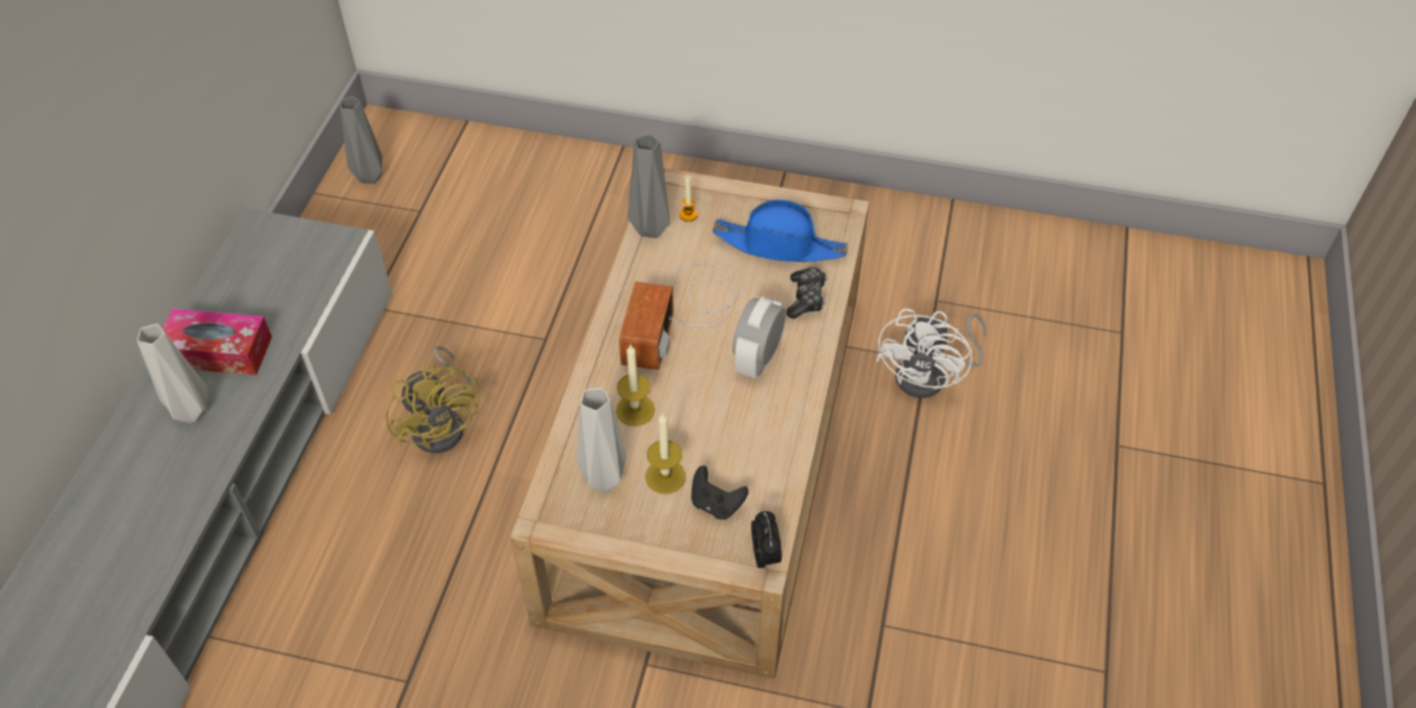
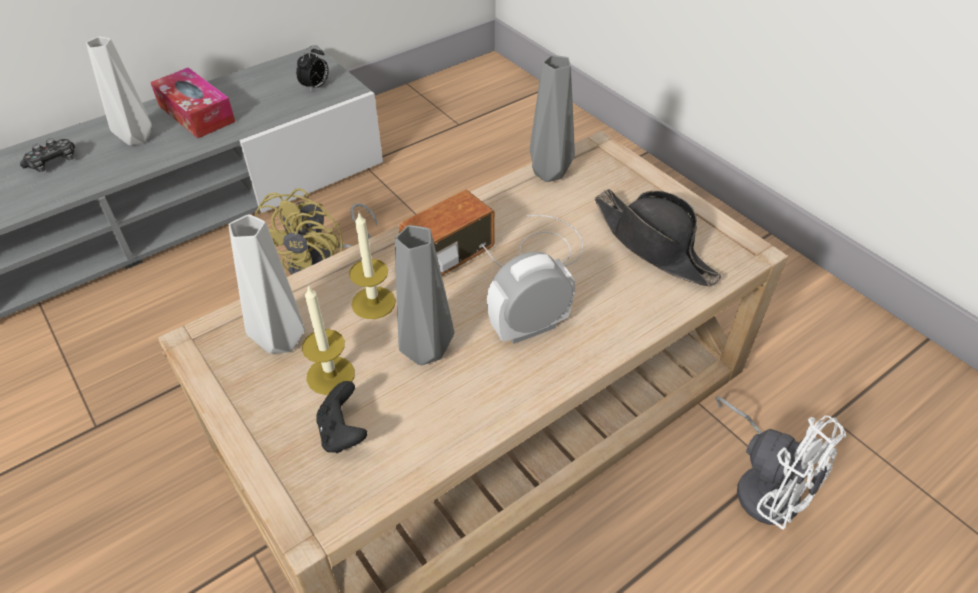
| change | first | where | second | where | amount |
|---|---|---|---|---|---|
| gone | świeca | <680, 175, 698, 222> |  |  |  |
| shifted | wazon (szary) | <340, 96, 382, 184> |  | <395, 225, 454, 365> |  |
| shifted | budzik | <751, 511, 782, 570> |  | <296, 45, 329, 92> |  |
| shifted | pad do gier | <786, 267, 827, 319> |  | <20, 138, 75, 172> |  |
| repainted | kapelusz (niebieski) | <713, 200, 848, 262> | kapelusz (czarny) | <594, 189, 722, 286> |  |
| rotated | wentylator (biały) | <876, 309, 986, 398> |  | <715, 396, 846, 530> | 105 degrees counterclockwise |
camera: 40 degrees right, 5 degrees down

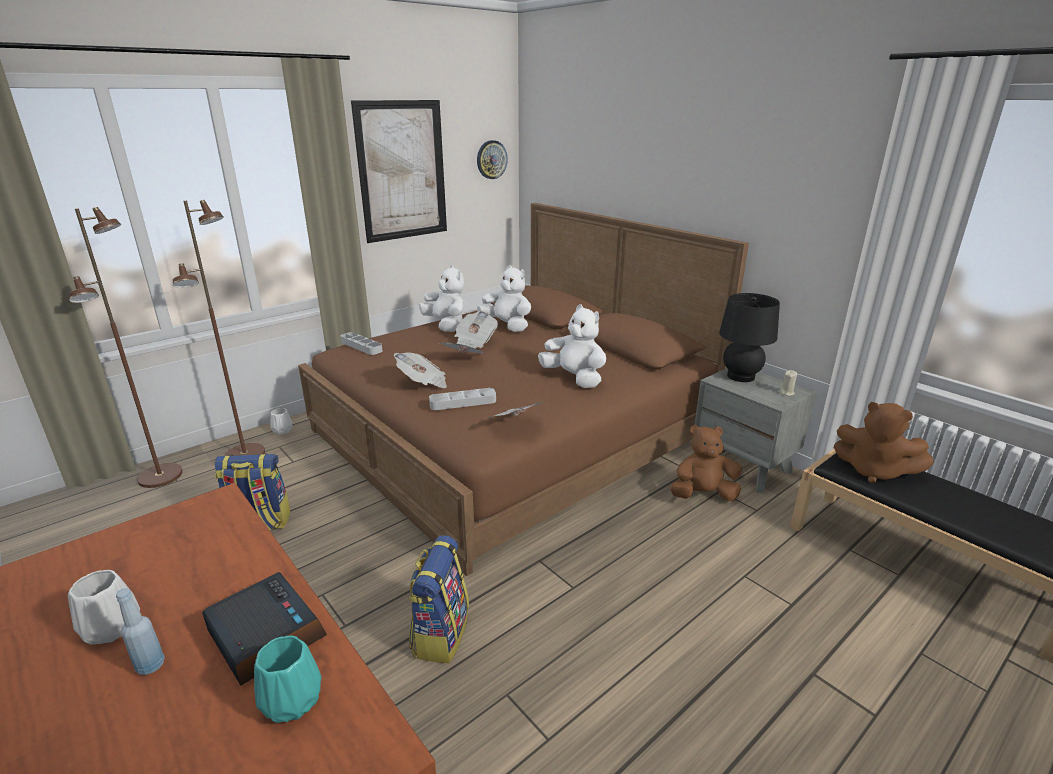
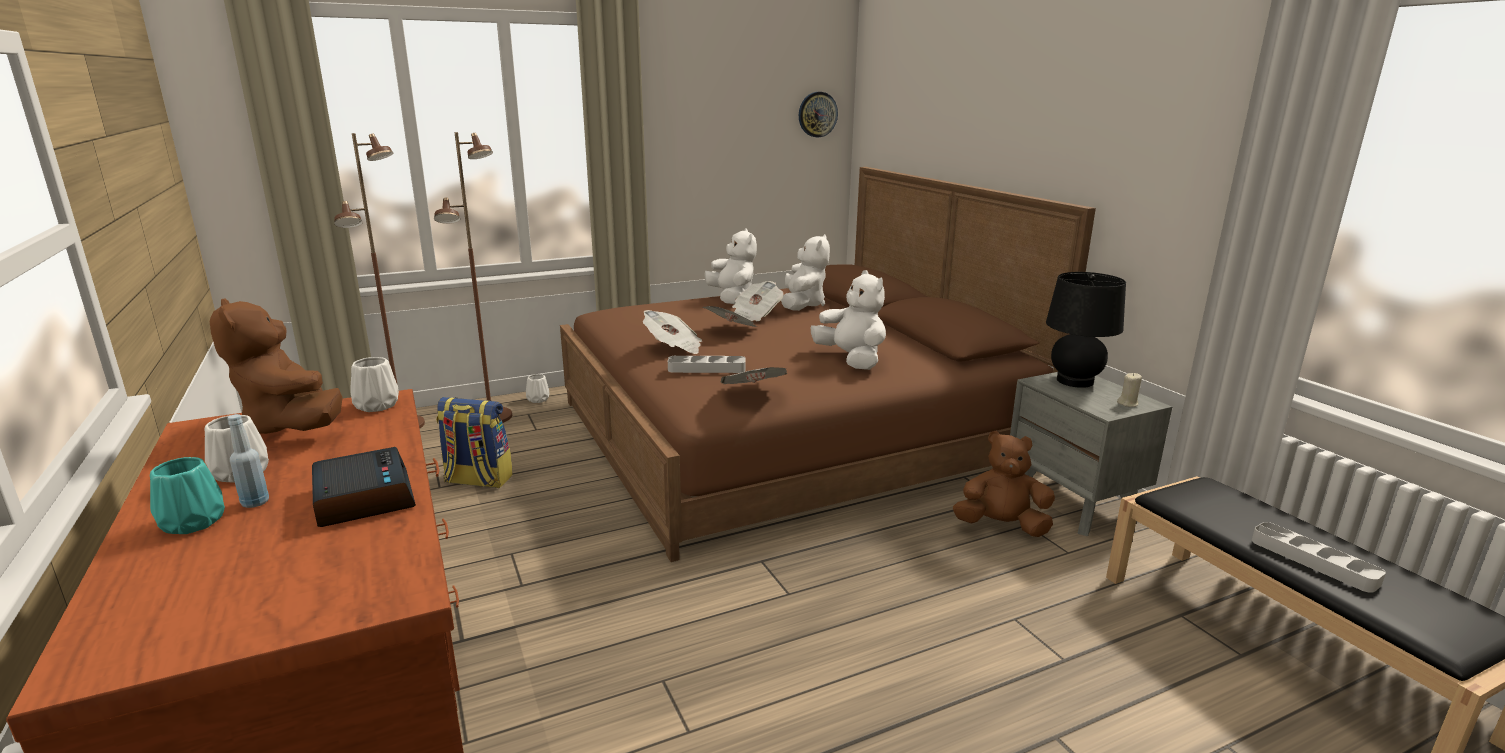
| change | first | where | second | where | amount |
|---|---|---|---|---|---|
| gone | obraz | <351, 100, 447, 243> |  |  |  |
| gone | plecak | <408, 535, 469, 663> |  |  |  |
| new |  |  | wazon (biały) | <350, 357, 399, 412> |  |
| shifted | wazon (turkusowy) | <254, 636, 321, 723> |  | <150, 457, 225, 534> |  |
| shifted | taca (szary) | <341, 332, 382, 355> |  | <1252, 522, 1386, 593> |  |
| shifted | pluszak (brązowy) | <834, 402, 934, 483> |  | <209, 298, 343, 434> |  |
| rotated | pluszak (biały) | <477, 265, 531, 332> |  | <781, 234, 830, 311> | 45 degrees clockwise |
camera: 15 degrees right, 5 degrees down

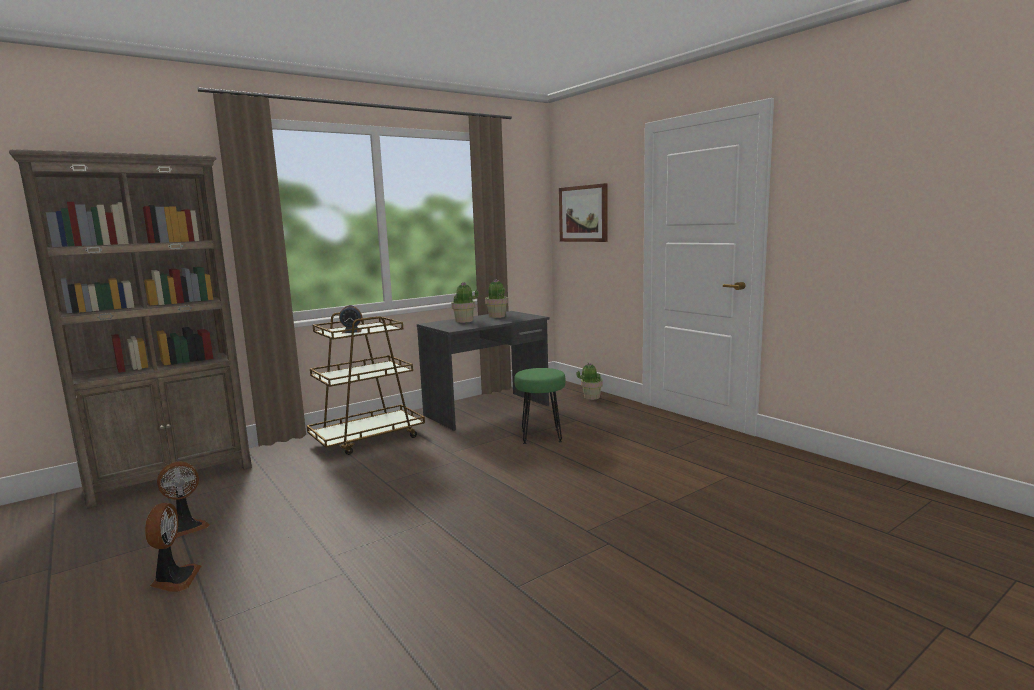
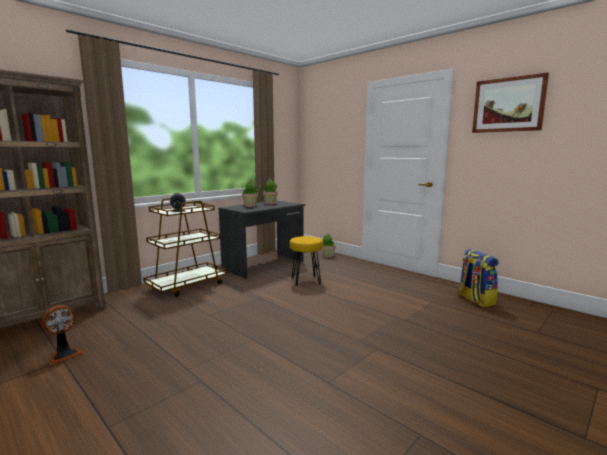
| change | first | where | second | where | amount |
|---|---|---|---|---|---|
| gone | wentylator | <145, 503, 201, 592> |  |  |  |
| new |  |  | plecak | <458, 249, 499, 307> |  |
| shifted | obraz | <559, 183, 608, 242> |  | <472, 73, 549, 133> |  |
| repainted | stołek (zielony) | <514, 368, 565, 444> | stołek (żółty) | <289, 236, 323, 286> |  |
camera: 10 degrees left, 0 degrees up

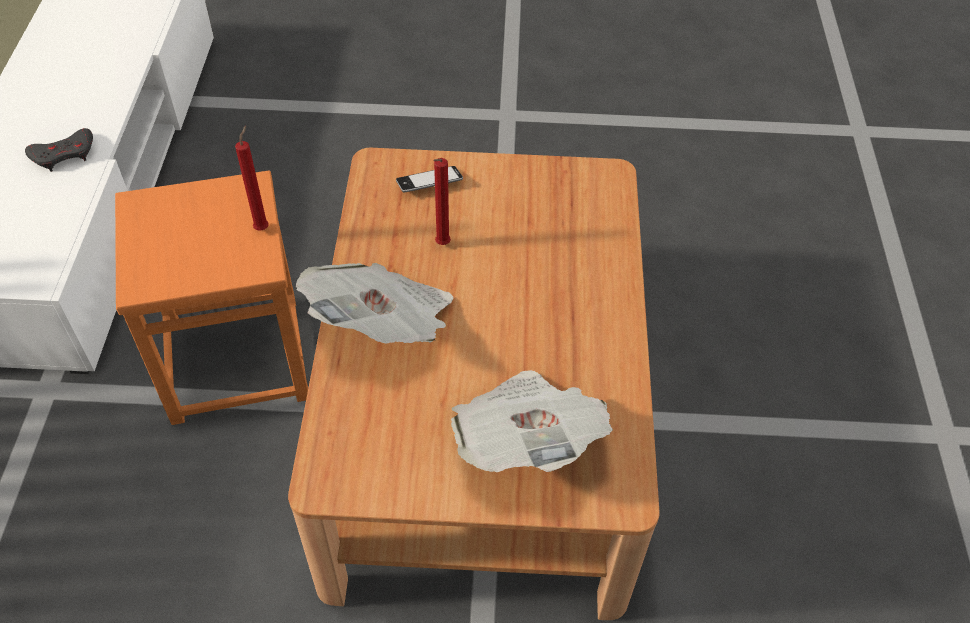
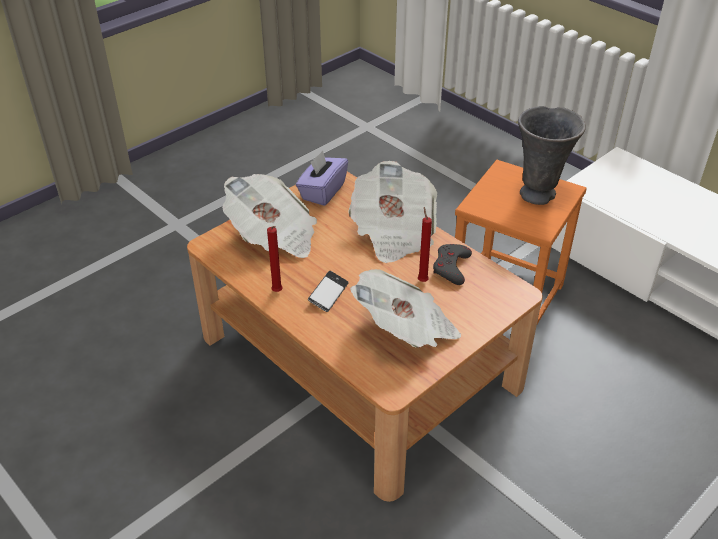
| change | first | where | second | where | amount |
|---|---|---|---|---|---|
| new |  |  | pudełko chusteczek (fioletowy) | <296, 150, 348, 206> |  |
| new |  |  | gazeta | <350, 269, 461, 348> |  |
| new |  |  | wazon (szary) | <518, 106, 586, 205> |  |
| shifted | pad do gier (szary) | <25, 128, 93, 172> |  | <433, 244, 472, 285> |  |
| shifted | świeca (czerwony) | <235, 126, 269, 231> |  | <267, 226, 283, 292> |  |
| shifted | telefon | <396, 166, 463, 192> |  | <308, 271, 348, 312> |  |
camera: 135 degrees right, 10 degrees down

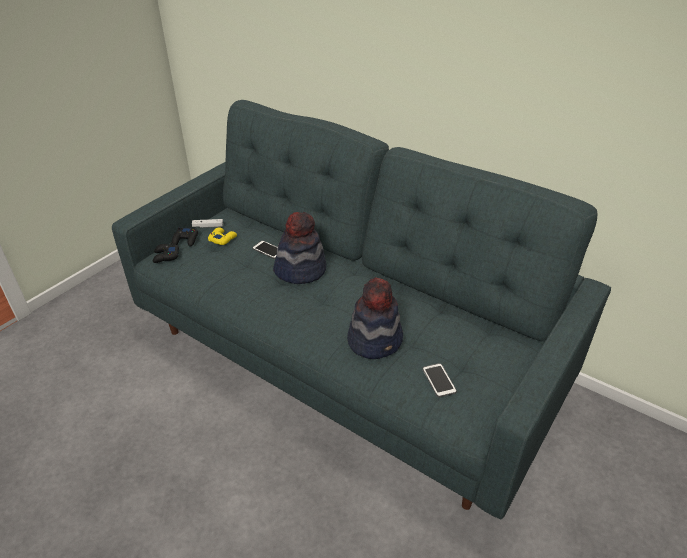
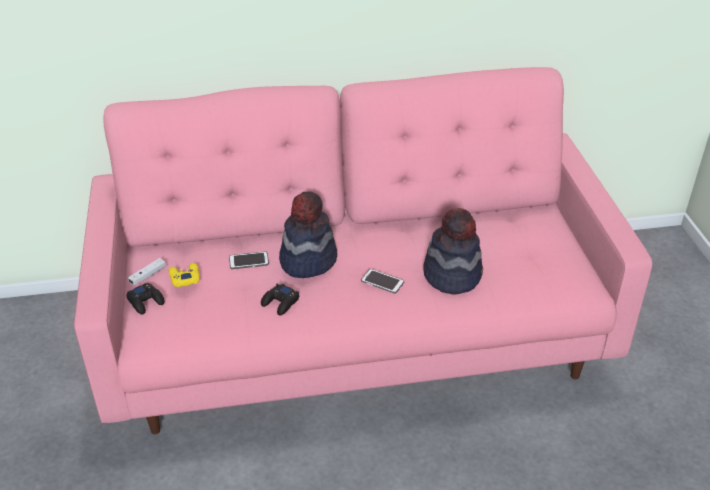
| change | first | where | second | where | amount |
|---|---|---|---|---|---|
| shifted | pad do gier (czarny) | <153, 242, 179, 263> |  | <261, 284, 299, 316> |  |
| shifted | telefon | <423, 363, 457, 397> |  | <361, 269, 404, 294> |  |
| repainted | kanapa (szary) | <112, 100, 611, 520> | kanapa (różowy) | <73, 67, 652, 434> |  |
camera: 45 degrees left, 0 degrees up

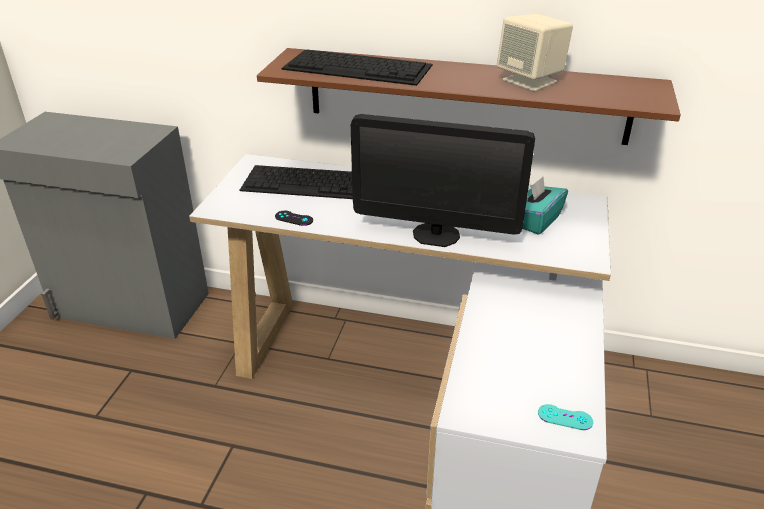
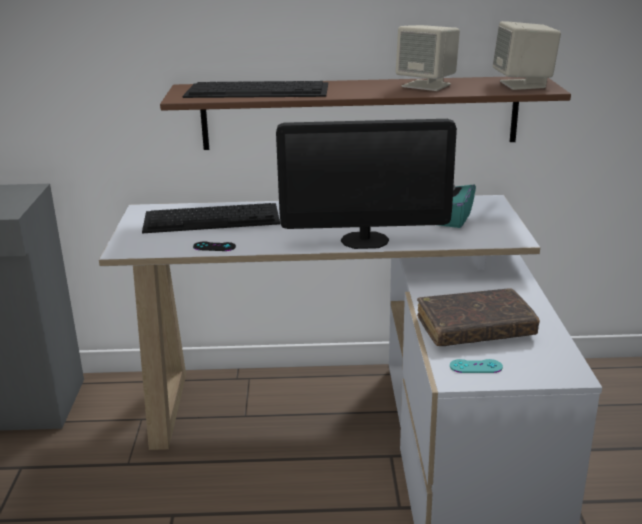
| change | first | where | second | where | amount |
|---|---|---|---|---|---|
| new |  |  | książka (brązowy) | <417, 288, 540, 346> |  |
| new |  |  | głośnik (beżowy) | <493, 21, 561, 90> |  |
| shifted | pad do gier (turkusowy) | <538, 404, 593, 430> |  | <450, 359, 503, 373> |  |
camera: 15 degrees left, 10 degrees down

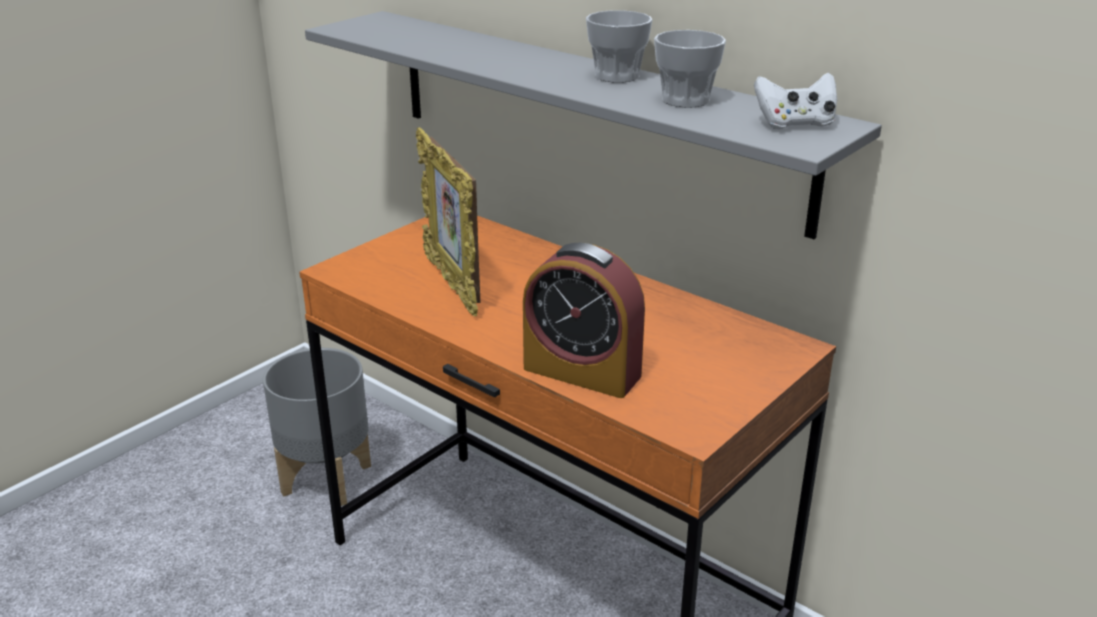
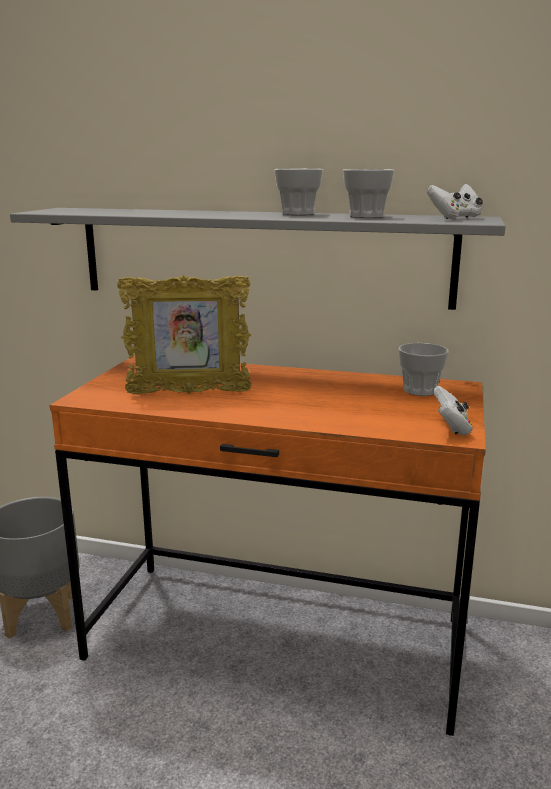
| change | first | where | second | where | amount |
|---|---|---|---|---|---|
| gone | budzik | <523, 243, 645, 398> |  |  |  |
| new |  |  | filiżanka | <398, 343, 449, 396> |  |
| new |  |  | pad do gier (biały) | <433, 386, 473, 436> |  |
| rotated | ramka na zdjęcie | <416, 127, 480, 316> |  | <117, 275, 252, 394> | 45 degrees counterclockwise |
camera: 25 degrees left, 10 degrees down

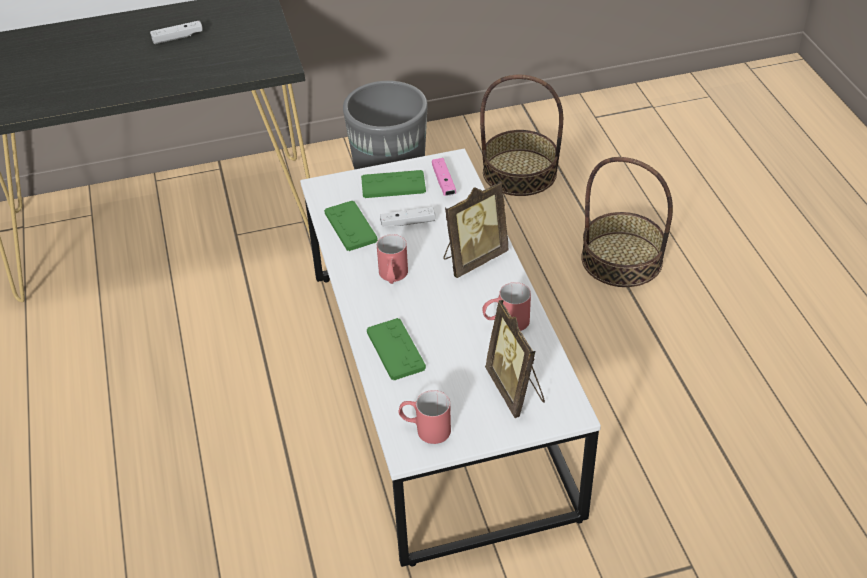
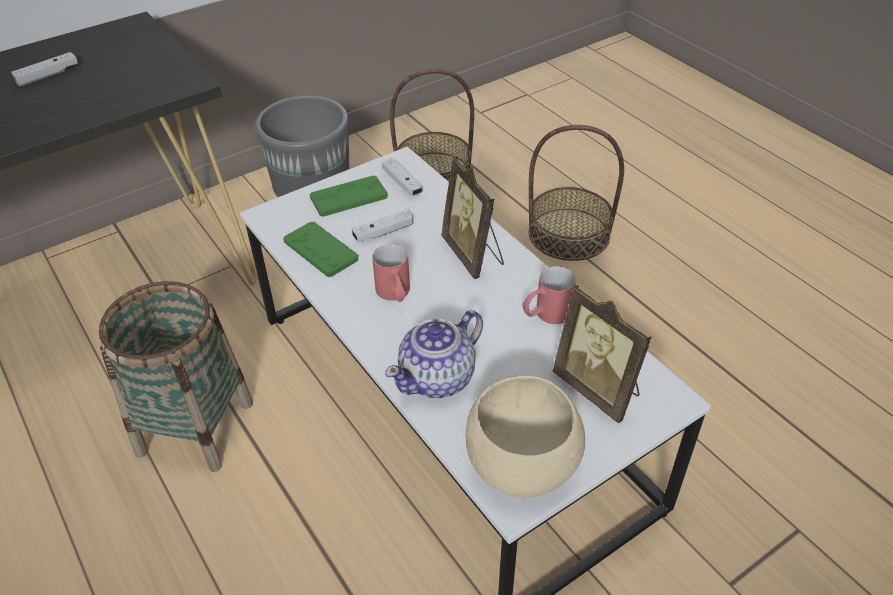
| change | first | where | second | where | amount |
|---|---|---|---|---|---|
| new |  |  | koszyk | <99, 281, 253, 472> |  |
| swapped | pad do gier (zielony) | <367, 318, 426, 380> | imbryk | <385, 310, 483, 398> |  |
| swapped | kubek (czerwony) | <398, 390, 451, 444> | miska (beżowy) | <466, 376, 585, 497> |  |
| repainted | pad do gier (różowy) | <432, 158, 456, 196> | pad do gier (biały) | <382, 158, 423, 196> |  |
| rotated | ramka na zdjęcie | <444, 181, 509, 278> |  | <441, 156, 504, 279> | 120 degrees clockwise |
camera: 20 degrees left, 0 degrees up

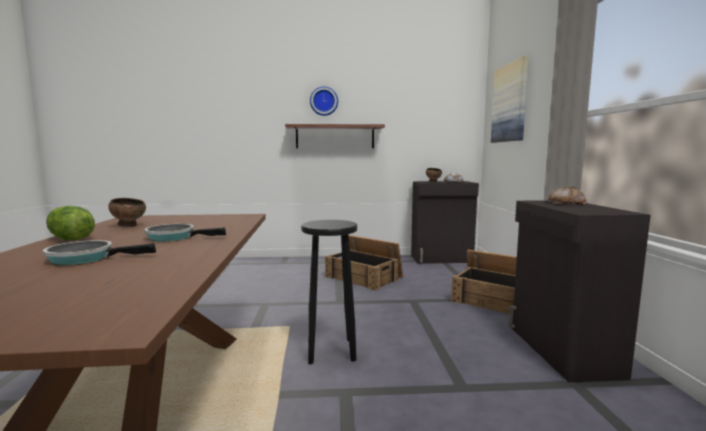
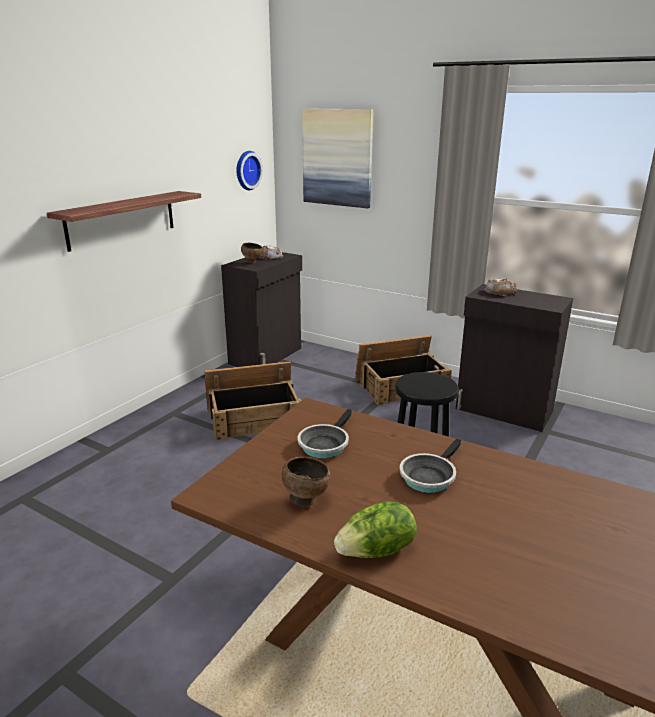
| change | first | where | second | where | amount |
|---|---|---|---|---|---|
| shifted | patelnia | <43, 240, 156, 265> |  | <297, 409, 352, 458> |  |
| shifted | zegar ścienny | <310, 86, 338, 116> |  | <236, 151, 263, 190> |  |
camera: 55 degrees left, 15 degrees up

